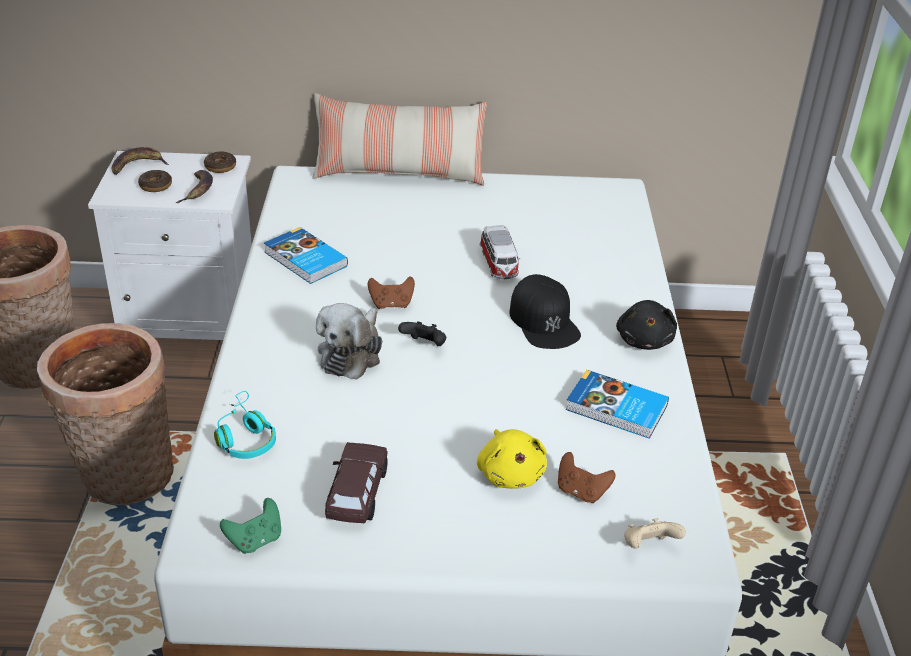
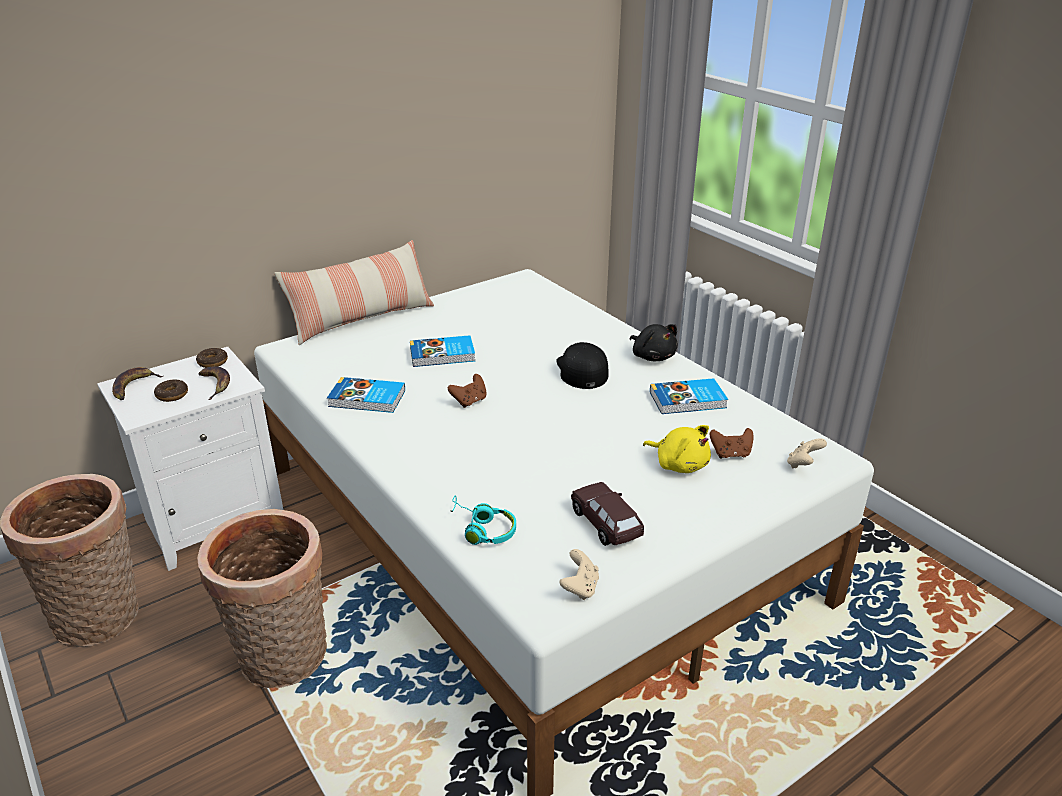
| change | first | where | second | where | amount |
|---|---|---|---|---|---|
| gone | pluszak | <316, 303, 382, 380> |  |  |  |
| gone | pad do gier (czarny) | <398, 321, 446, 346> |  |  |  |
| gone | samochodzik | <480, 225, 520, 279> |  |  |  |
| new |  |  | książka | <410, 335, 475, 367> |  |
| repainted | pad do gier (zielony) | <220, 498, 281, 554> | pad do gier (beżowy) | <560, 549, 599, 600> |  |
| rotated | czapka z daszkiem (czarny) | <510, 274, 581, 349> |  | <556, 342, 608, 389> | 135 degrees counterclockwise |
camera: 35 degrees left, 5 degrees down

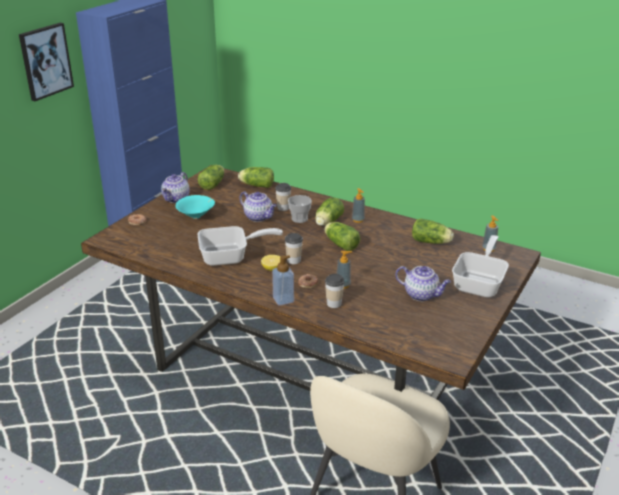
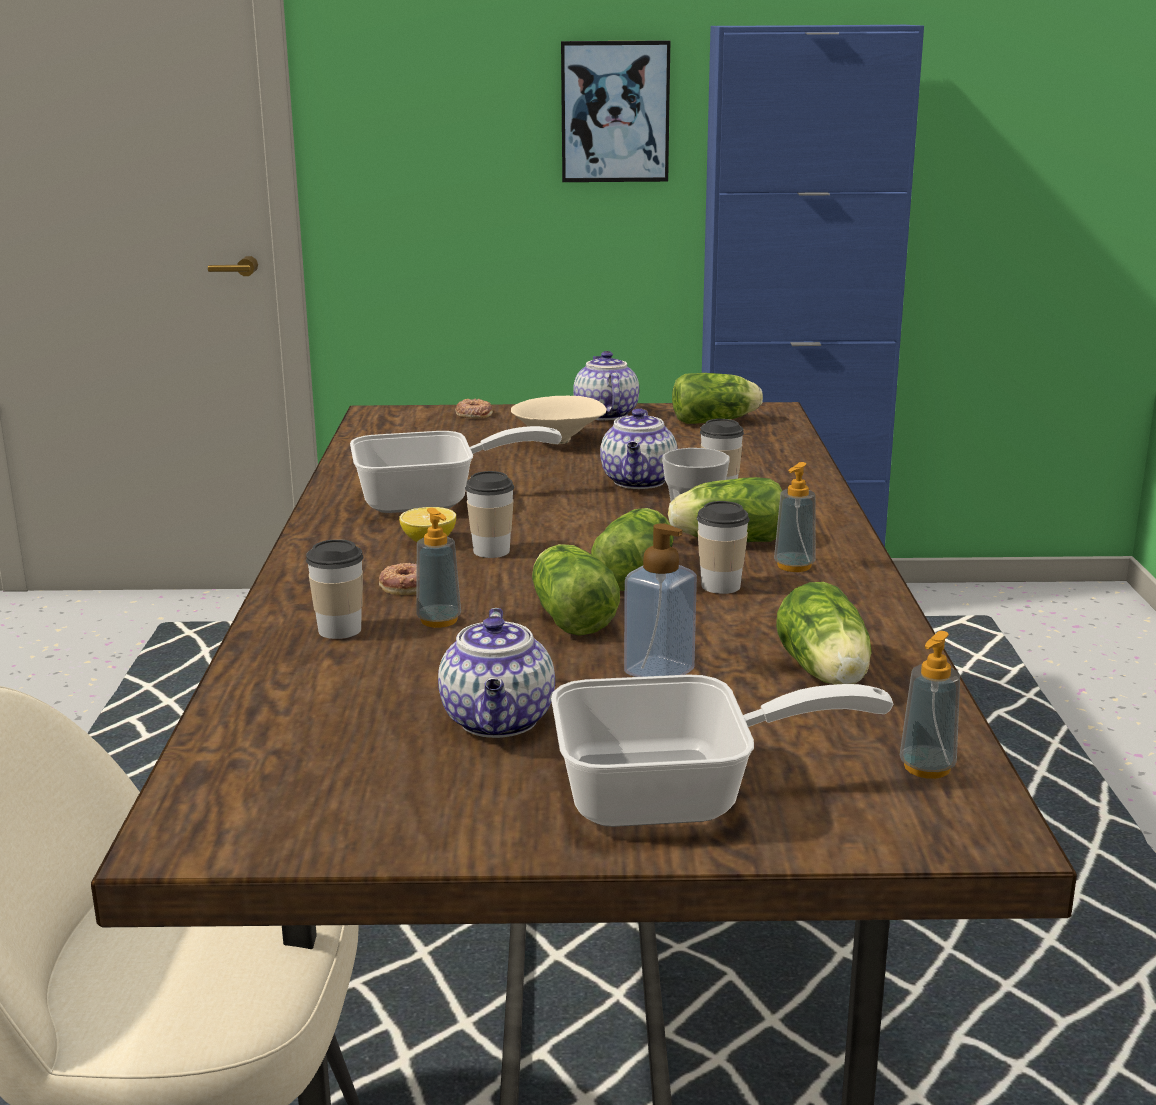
| change | first | where | second | where | amount |
|---|---|---|---|---|---|
| new |  |  | filiżanka | <697, 501, 750, 594> |  |
| shifted | sałata | <238, 167, 274, 188> |  | <532, 544, 620, 636> |  |
| shifted | dozownik mydła | <272, 255, 294, 306> |  | <624, 523, 697, 677> |  |
| repainted | miska (turkusowy) | <175, 195, 215, 219> | miska (beżowy) | <511, 396, 607, 444> |  |
| rotated | imbryk | <161, 172, 190, 203> |  | <573, 351, 639, 421> | 90 degrees clockwise |
| rotated | patelnia | <197, 226, 283, 266> |  | <350, 426, 562, 513> | 60 degrees counterclockwise |
camera: 60 degrees right, 10 degrees down

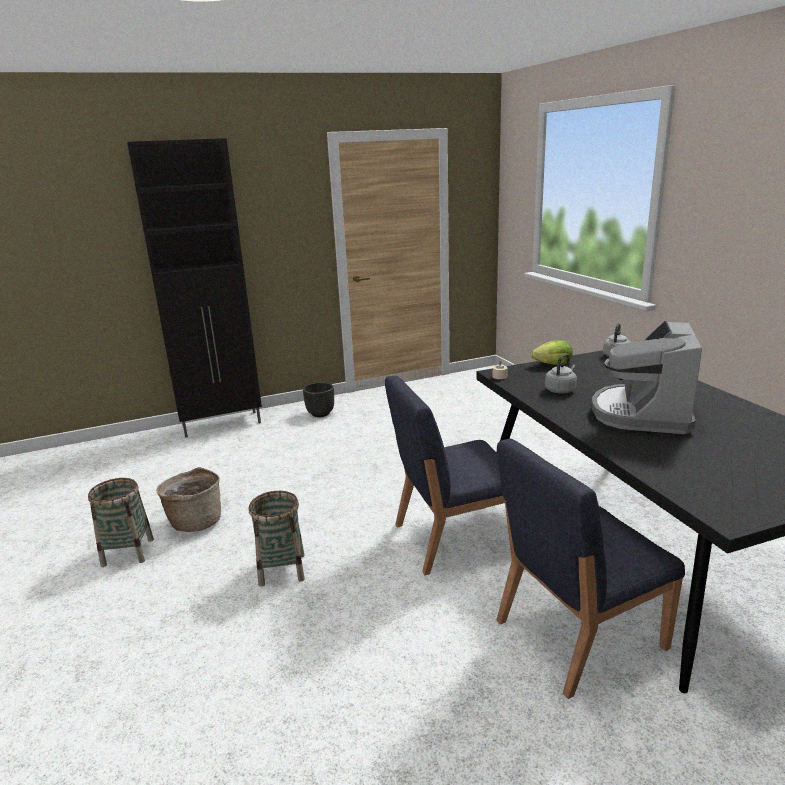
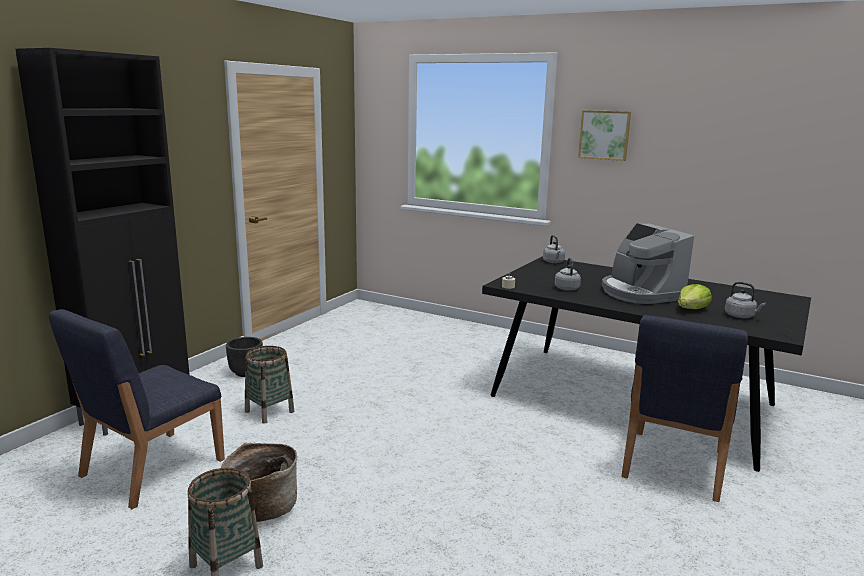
| change | first | where | second | where | amount |
|---|---|---|---|---|---|
| new |  |  | obraz | <578, 110, 631, 161> |  |
| new |  |  | czajnik (szary) | <725, 282, 766, 318> |  |
| shifted | koszyk | <249, 491, 305, 587> |  | <245, 346, 294, 424> |  |
| shifted | krzesło (niebieski) | <385, 376, 505, 575> |  | <49, 309, 225, 509> |  |
| shifted | sałata | <531, 340, 573, 365> |  | <678, 284, 712, 309> |  |
camera: 40 degrees left, 5 degrees down

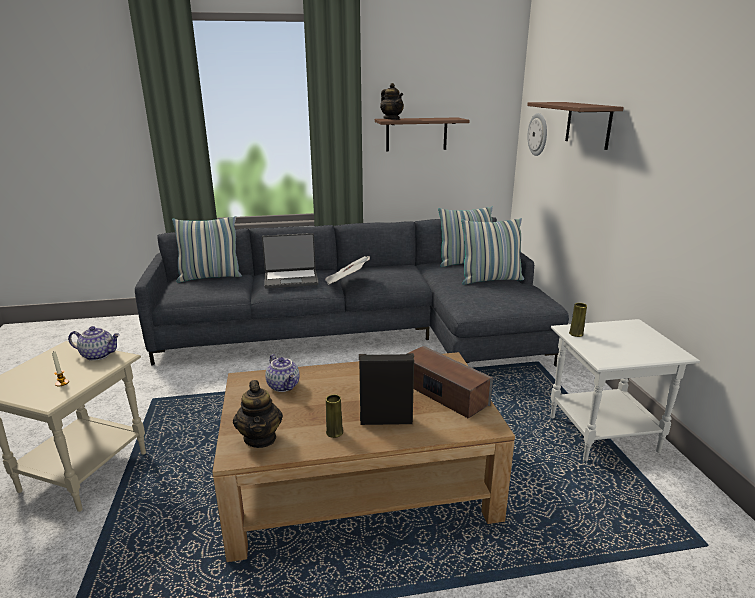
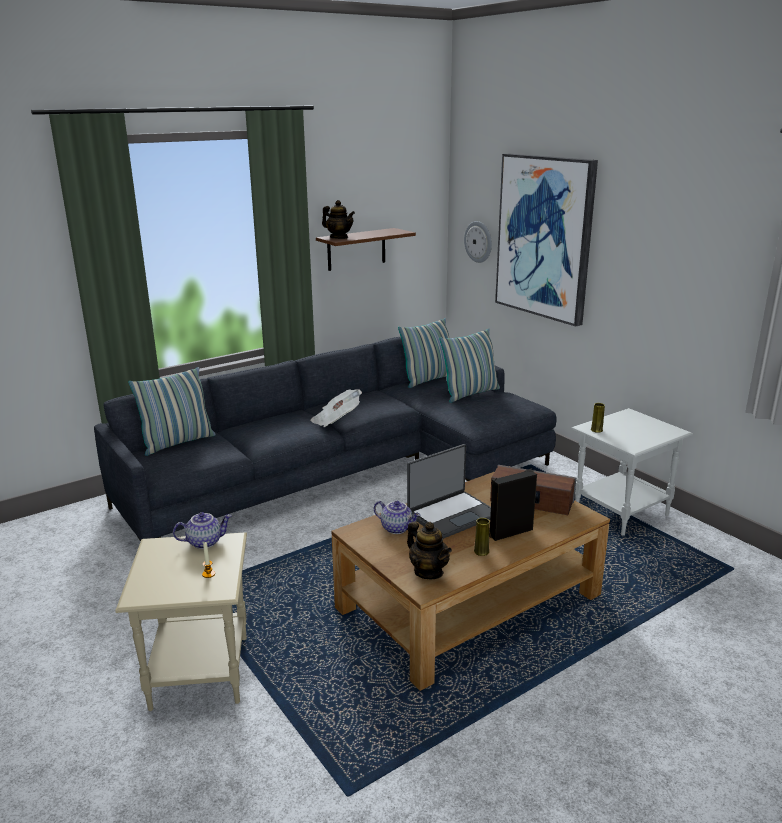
| change | first | where | second | where | amount |
|---|---|---|---|---|---|
| shifted | laptop | <262, 233, 318, 289> |  | <407, 444, 491, 539> |  |
| swapped | półka (brązowy) | <527, 102, 624, 150> | obraz | <495, 154, 598, 327> |  |
camera: 25 degrees left, 0 degrees up

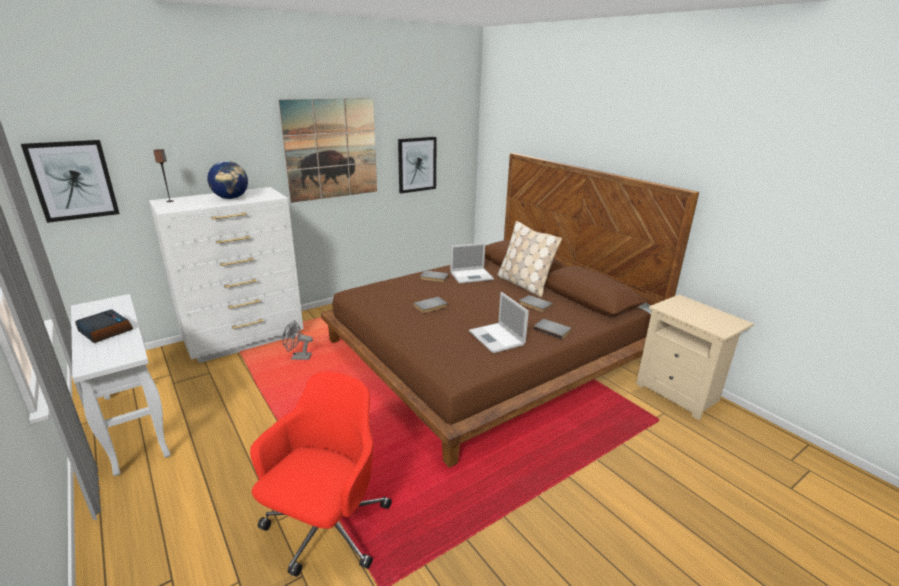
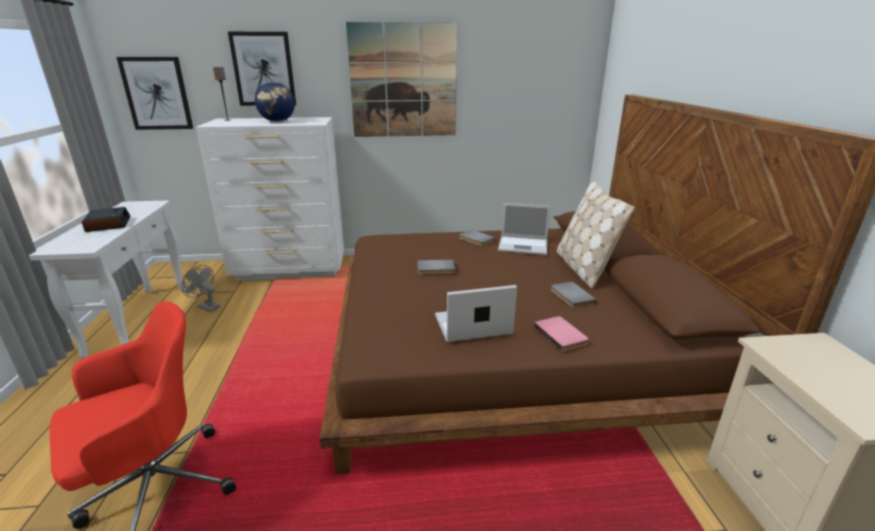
| change | first | where | second | where | amount |
|---|---|---|---|---|---|
| shifted | wentylator (szary) | <282, 320, 313, 360> |  | <182, 265, 220, 312> |  |
| shifted | obraz | <398, 137, 437, 194> |  | <228, 32, 296, 106> |  |
| repainted | książka (szary) | <533, 319, 571, 339> | książka (różowy) | <534, 316, 589, 352> |  |
| rotated | laptop | <469, 292, 529, 353> |  | <435, 285, 517, 342> | 75 degrees clockwise |
camera: 30 degrees right, 0 degrees up

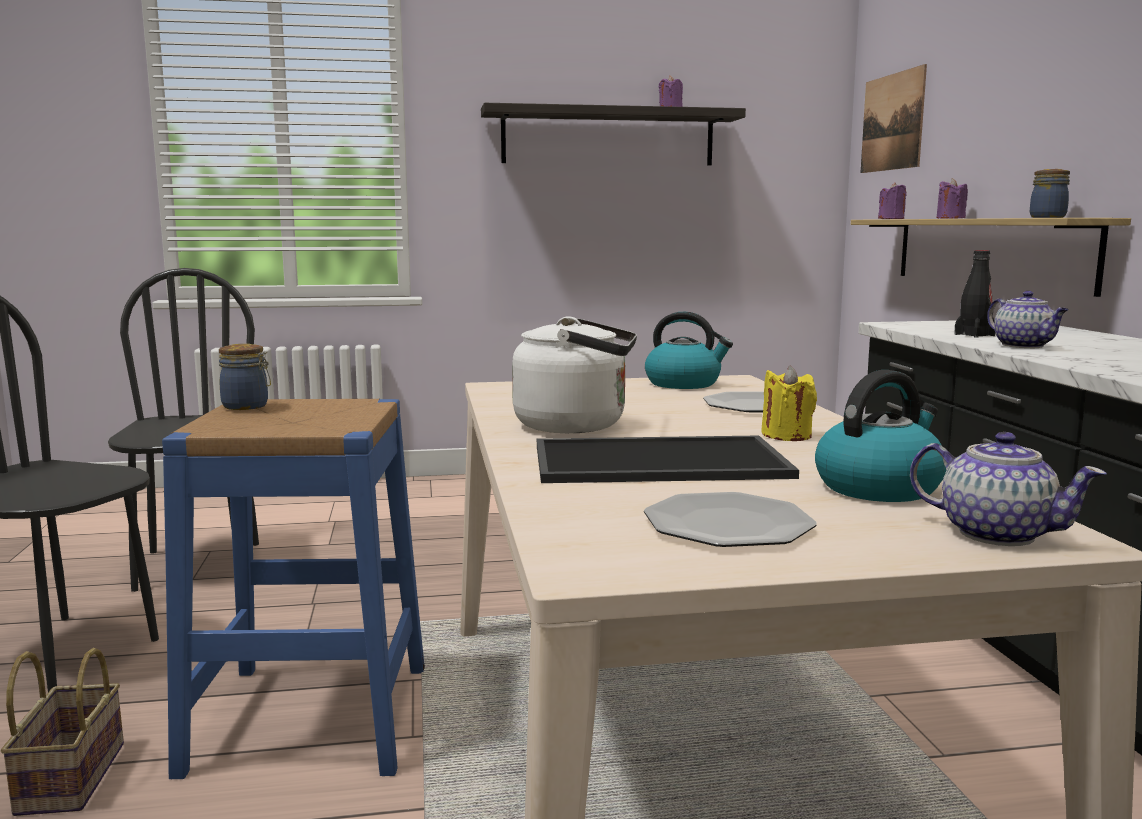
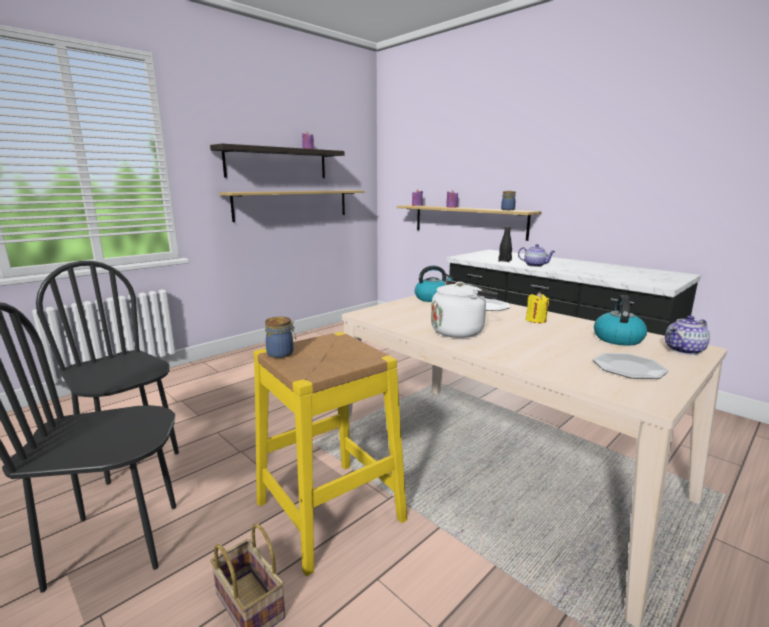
| change | first | where | second | where | amount |
|---|---|---|---|---|---|
| gone | taca | <537, 436, 799, 483> |  |  |  |
| gone | obraz | <861, 64, 927, 173> |  |  |  |
| new |  |  | półka | <219, 190, 365, 222> |  |
| repainted | stołek (niebieski) | <162, 399, 425, 779> | stołek (żółty) | <254, 332, 407, 576> |  |
| rotated | imbryk | <910, 432, 1107, 546> |  | <665, 316, 710, 355> | 150 degrees clockwise |
camera: 35 degrees left, 5 degrees up

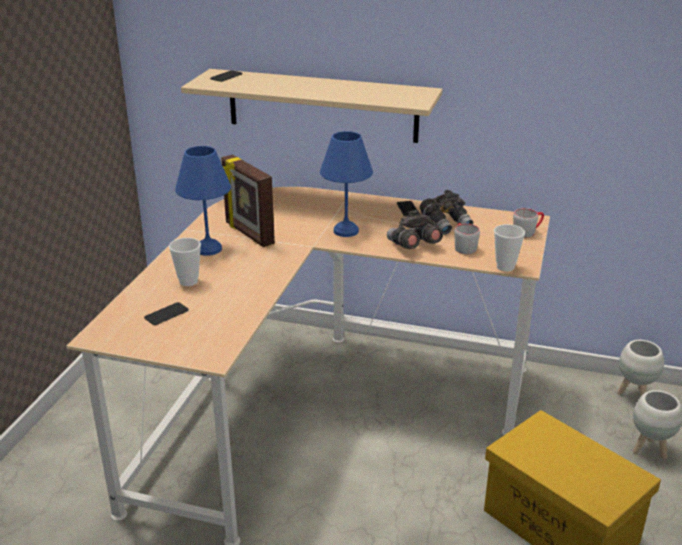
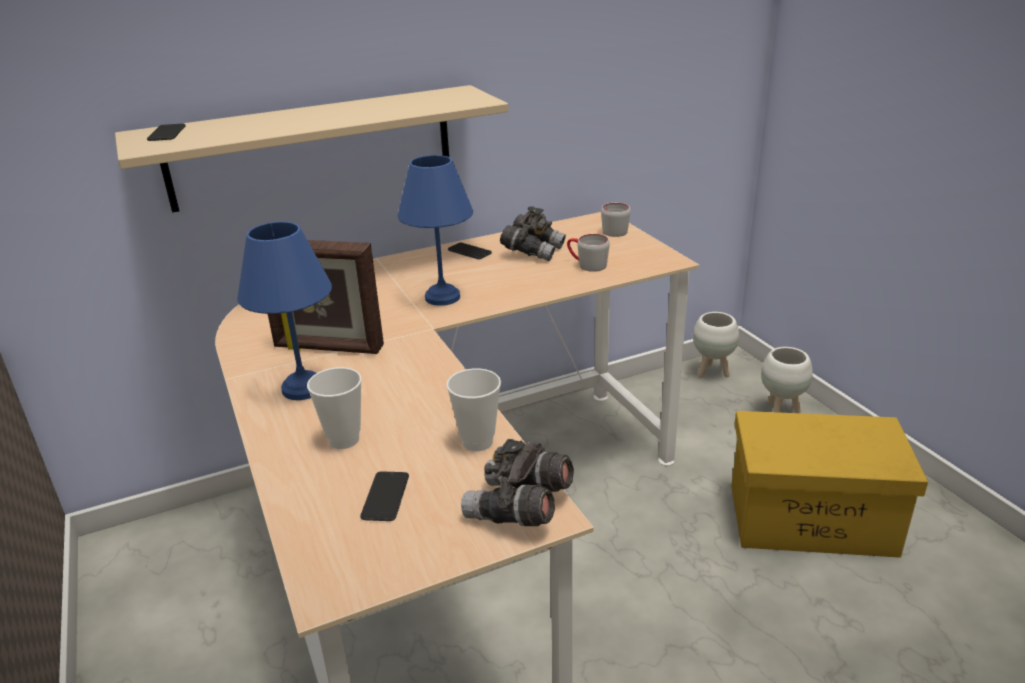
| change | first | where | second | where | amount |
|---|---|---|---|---|---|
| shifted | lornetka (szary) | <387, 210, 443, 249> |  | <461, 439, 574, 526> |  |
| shifted | filiżanka | <494, 224, 525, 271> |  | <446, 368, 501, 451> |  |
camera: 40 degrees left, 0 degrees up

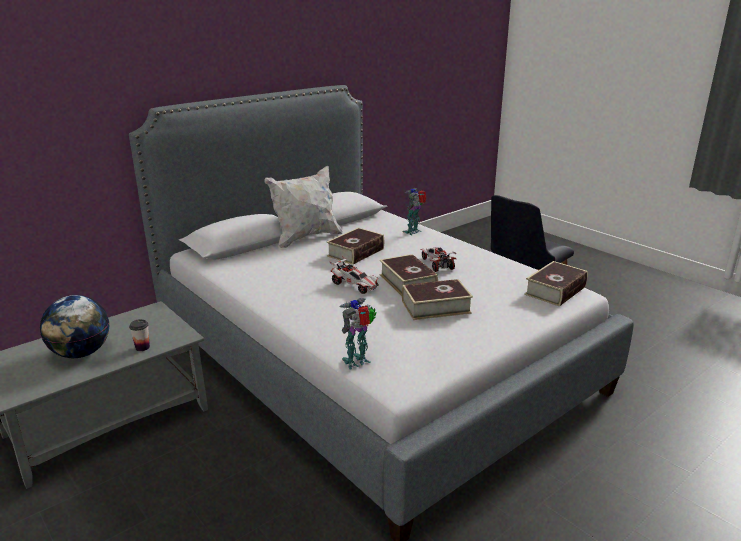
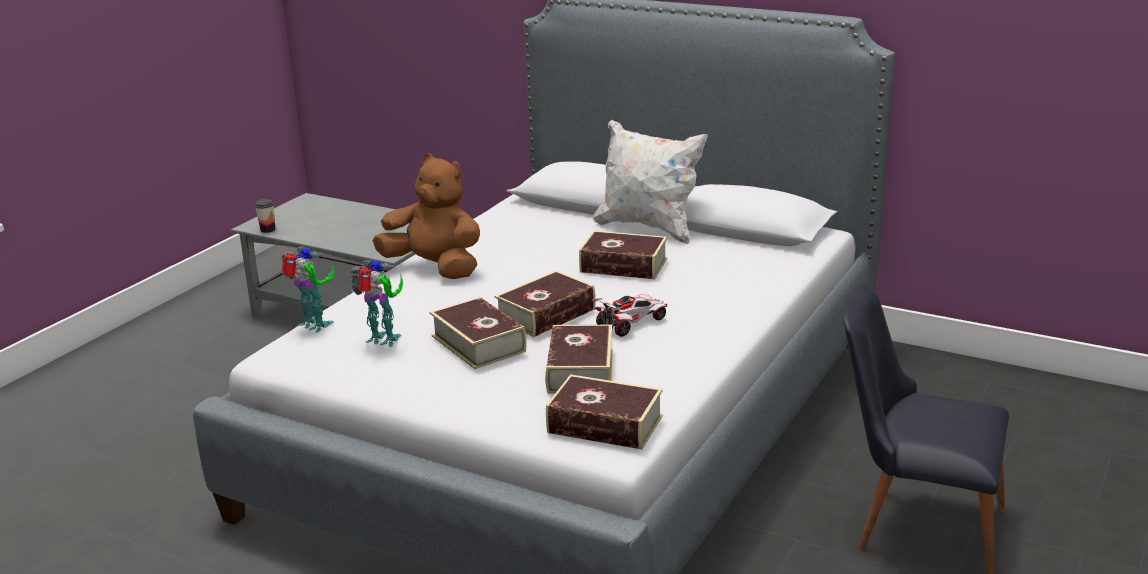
| change | first | where | second | where | amount |
|---|---|---|---|---|---|
| gone | globus | <40, 295, 109, 358> |  |  |  |
| gone | samochodzik | <329, 256, 379, 294> |  |  |  |
| new |  |  | pluszak (brązowy) | <373, 153, 480, 279> |  |
| new |  |  | książka | <545, 325, 613, 394> |  |
| shifted | filiżanka | <129, 319, 150, 351> |  | <254, 199, 275, 233> |  |
| shifted | robot zabawkowy | <402, 188, 426, 235> |  | <350, 259, 403, 347> |  |
camera: 70 degrees right, 0 degrees up

